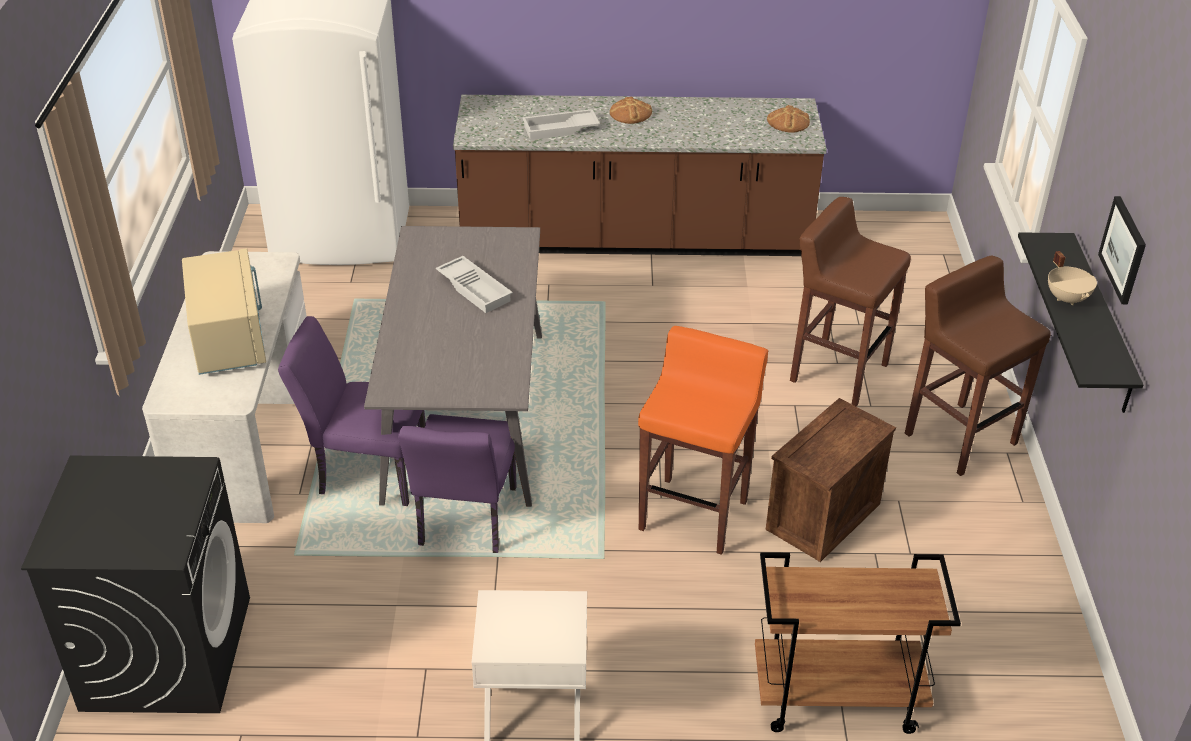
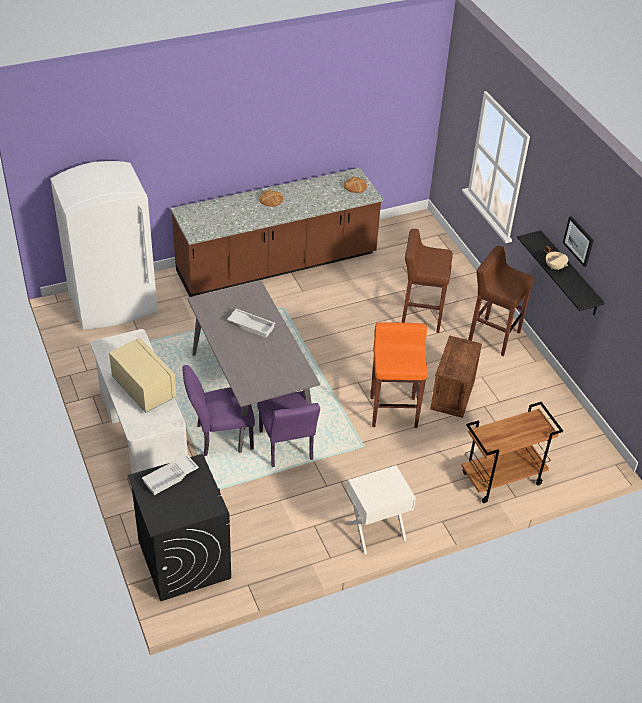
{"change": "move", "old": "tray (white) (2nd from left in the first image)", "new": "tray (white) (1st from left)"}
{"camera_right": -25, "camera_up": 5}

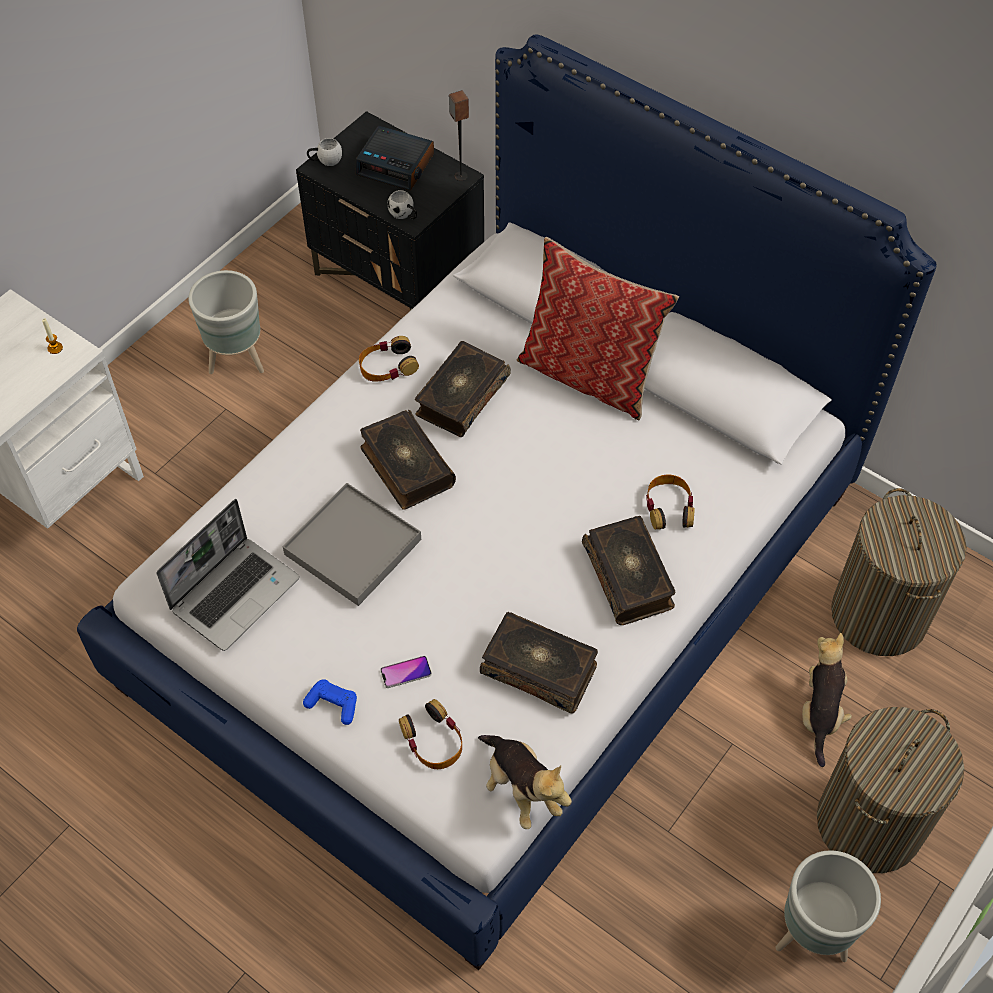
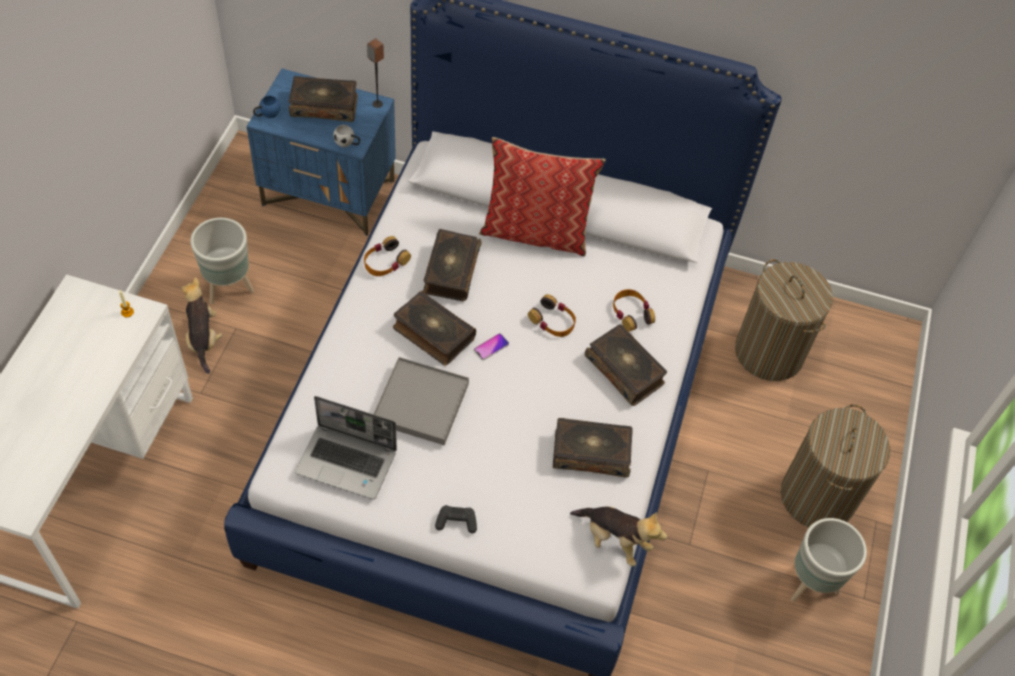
{"change": "move", "old": "phone"}
{"change": "move", "old": "headphones (2nd from left)"}
{"change": "move", "old": "plush toy (2nd from left in the first image)", "new": "plush toy (1st from left)"}
{"change": "replace", "old": "alarm clock", "new": "book (1st from left)"}
{"change": "recolor", "old": "nightstand (black)", "new": "nightstand (blue)"}
{"change": "recolor", "old": "game controller (blue)", "new": "game controller (black)"}
{"change": "recolor", "old": "mug (white) (1st from left)", "new": "mug (blue)"}
{"change": "rotate", "old": "laptop", "degrees": 90}
{"camera_right": -25, "camera_up": 0}

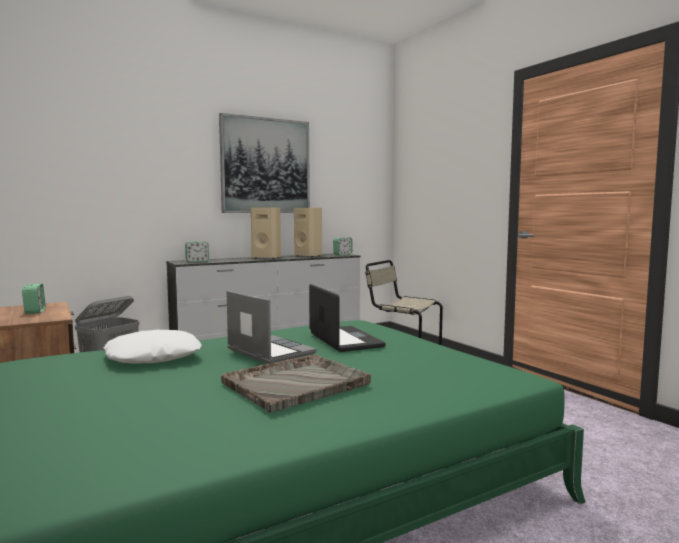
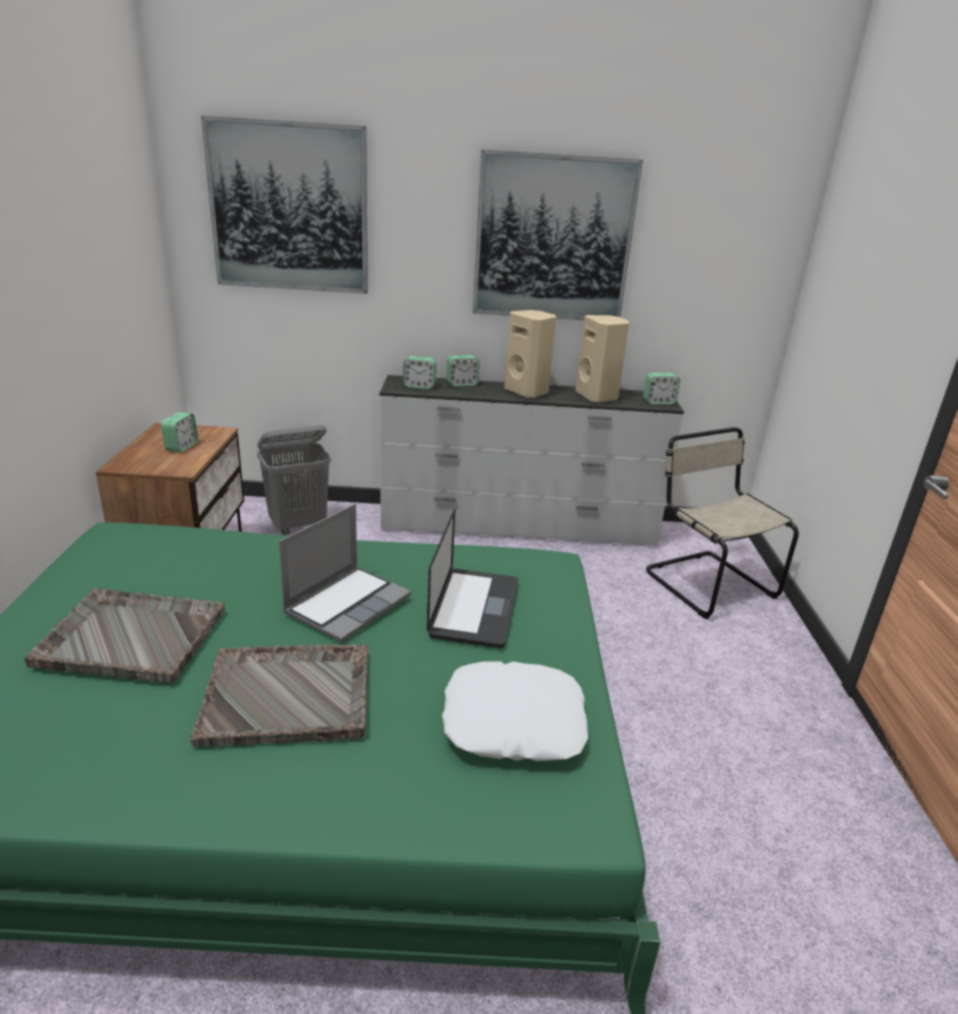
{"change": "insert", "new": "tray (grey) (1st from left)"}
{"change": "insert", "new": "picture (1st from left)"}
{"change": "insert", "new": "alarm clock (3rd from left)"}
{"change": "move", "old": "pillow (white)"}
{"change": "rotate", "old": "laptop (1st from left)", "degrees": 45}
{"camera_right": 30, "camera_up": 20}

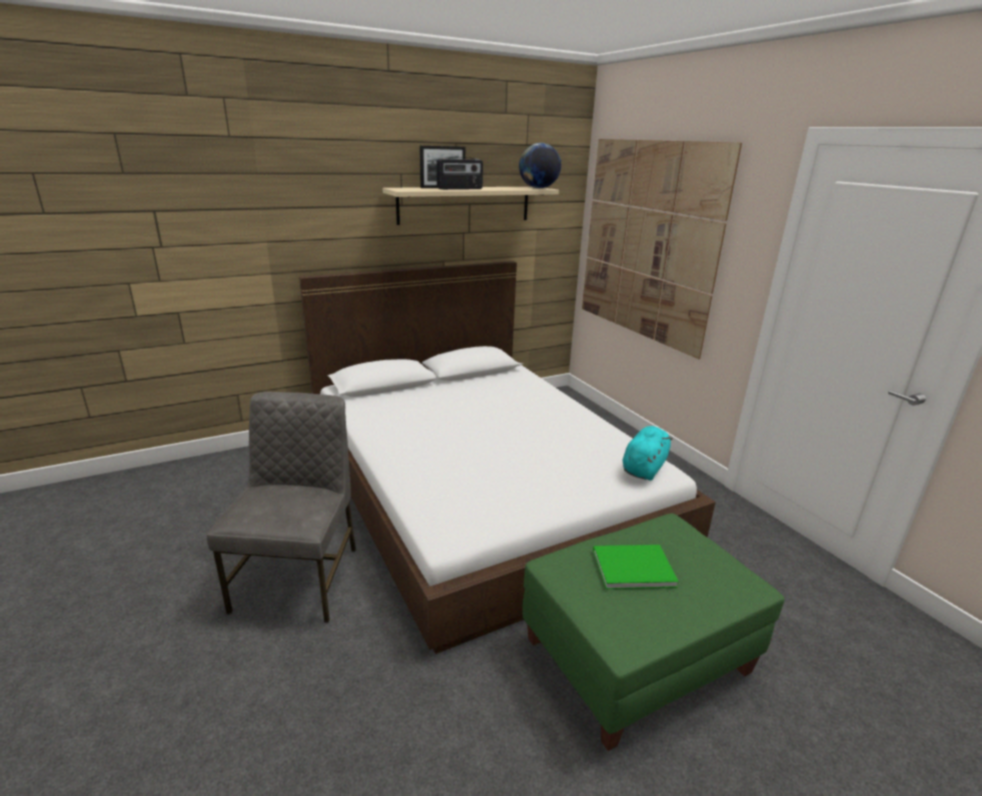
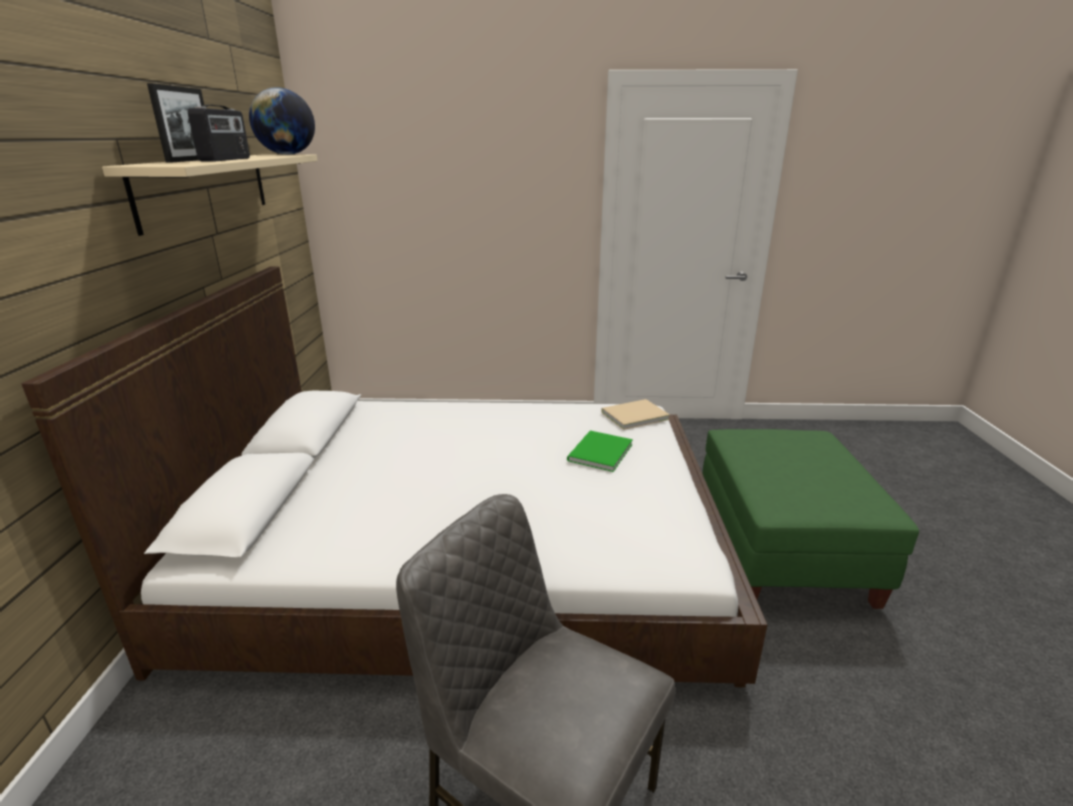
{"change": "delete", "old": "picture"}
{"change": "move", "old": "book (green)"}
{"change": "replace", "old": "plush toy (turquoise)", "new": "book (beige)"}
{"camera_right": -60, "camera_up": 0}

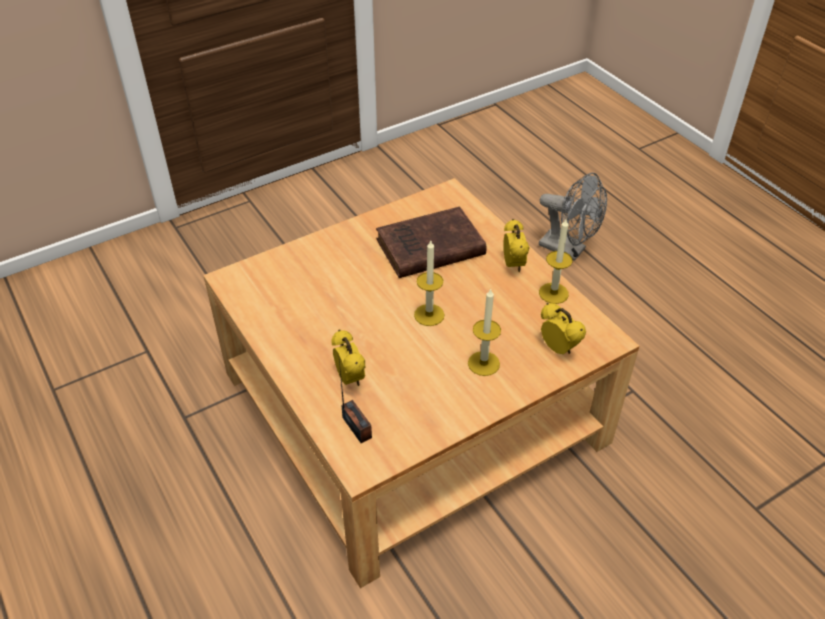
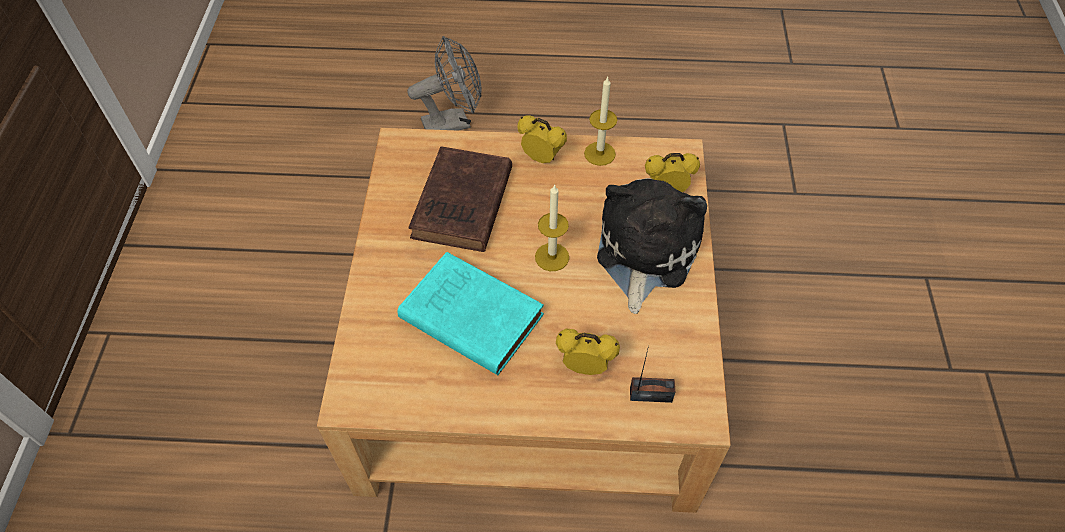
{"change": "insert", "new": "book (turquoise)"}
{"change": "replace", "old": "candle (2nd from left)", "new": "plush toy"}
{"camera_right": -55, "camera_up": 10}

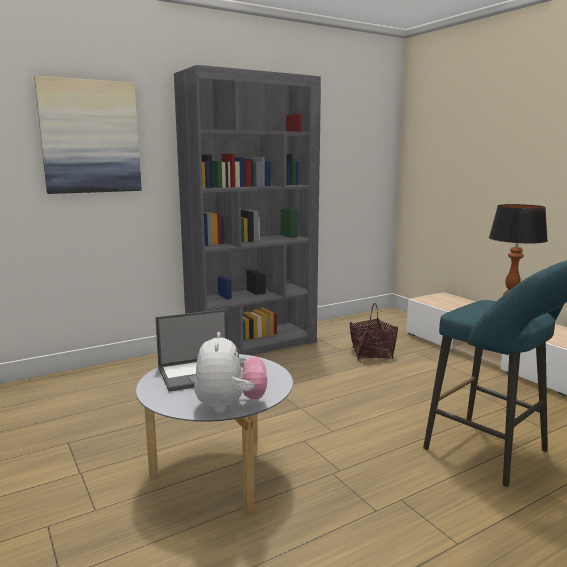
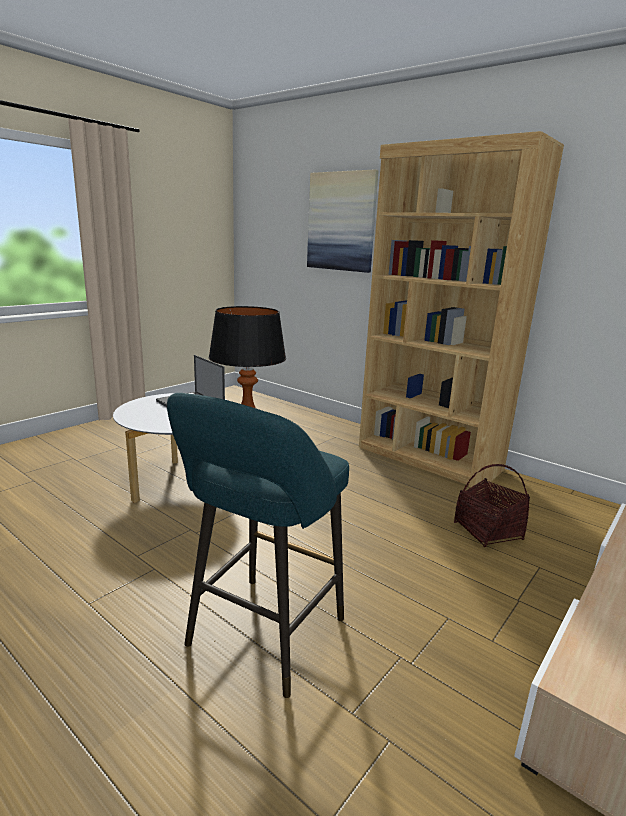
{"change": "delete", "old": "plush toy"}
{"change": "recolor", "old": "bookcase (grey)", "new": "bookcase (brown)"}
{"camera_right": 70, "camera_up": 5}

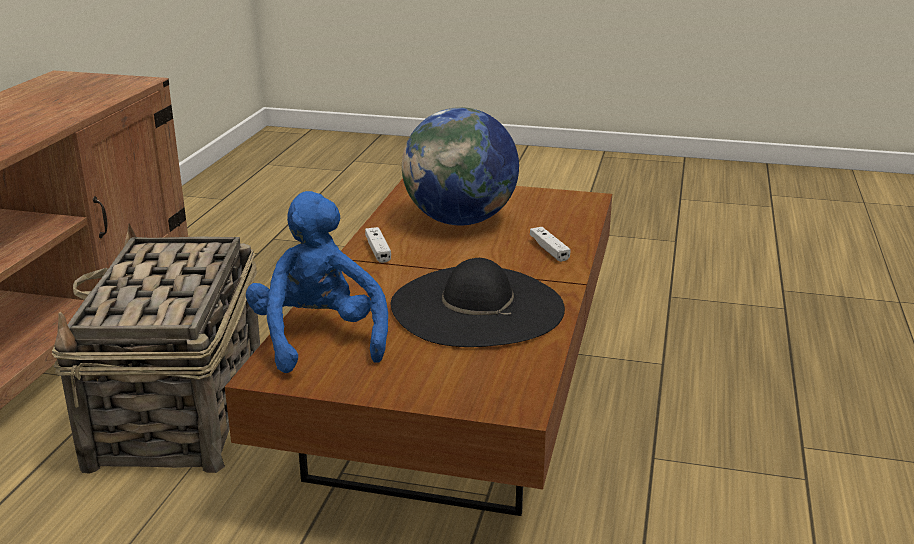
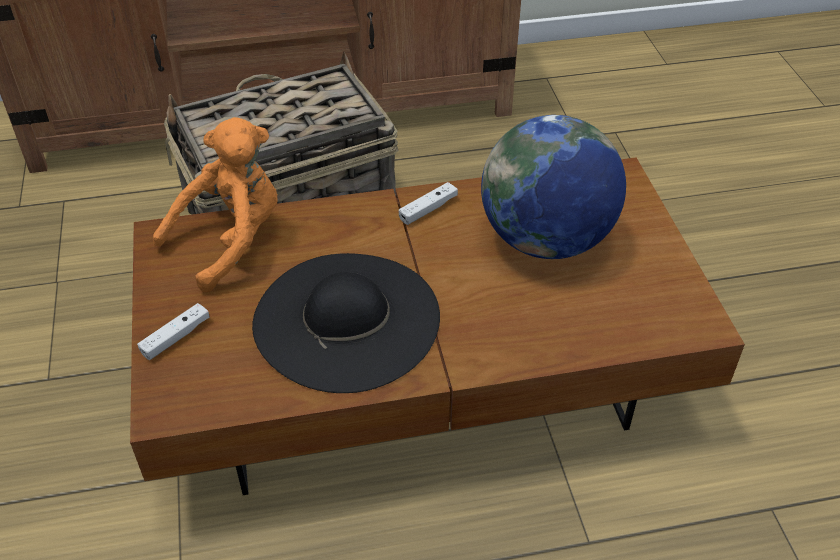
{"change": "move", "old": "game controller (white) (2nd from left in the first image)", "new": "game controller (white) (1st from left)"}
{"change": "recolor", "old": "plush toy (blue)", "new": "plush toy (orange)"}
{"camera_right": 65, "camera_up": 20}

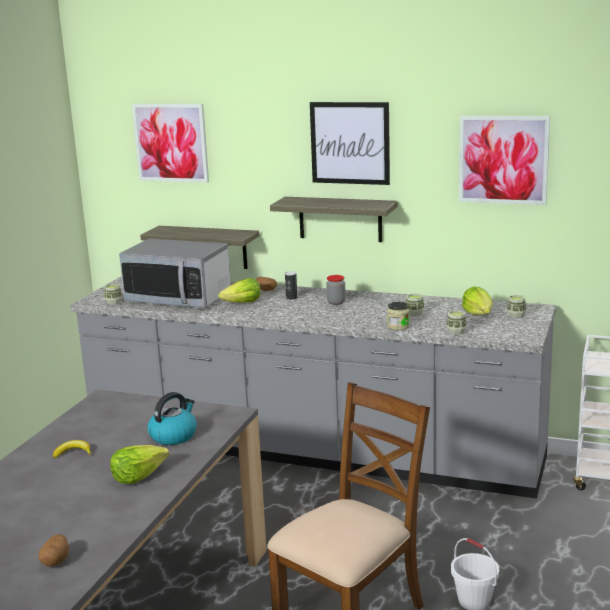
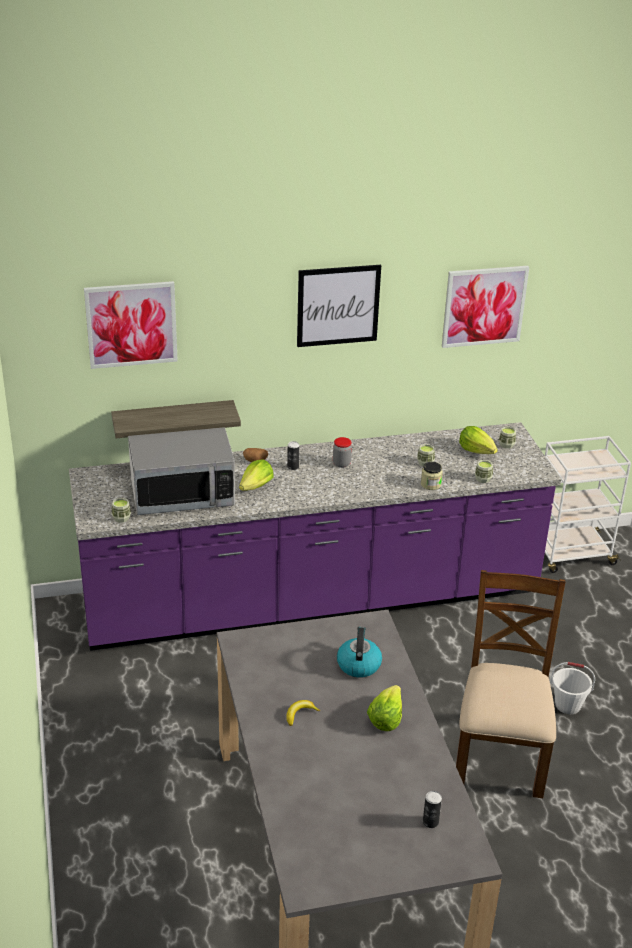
{"change": "delete", "old": "shelf (2nd from left)"}
{"change": "replace", "old": "potato (1st from left)", "new": "can (2nd from left)"}
{"change": "recolor", "old": "counter (grey)", "new": "counter (purple)"}
{"camera_right": -35, "camera_up": 15}

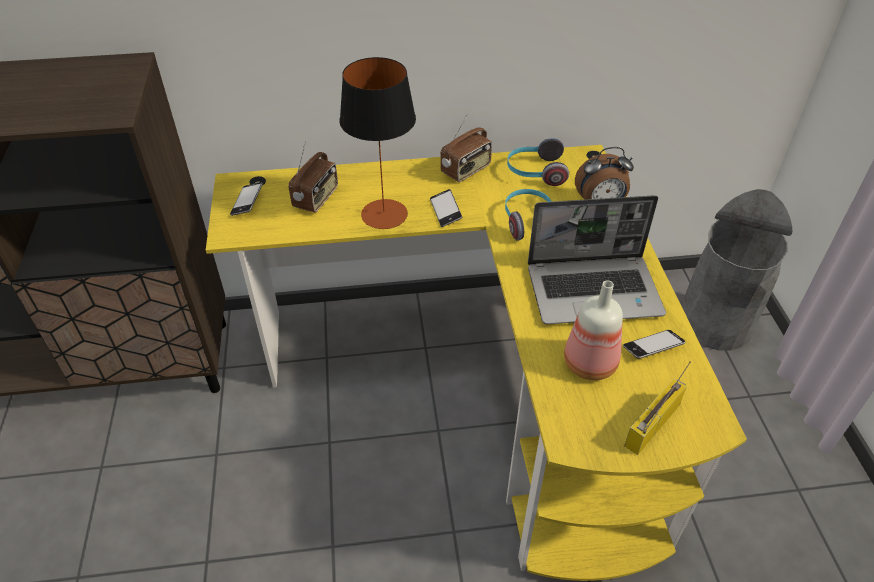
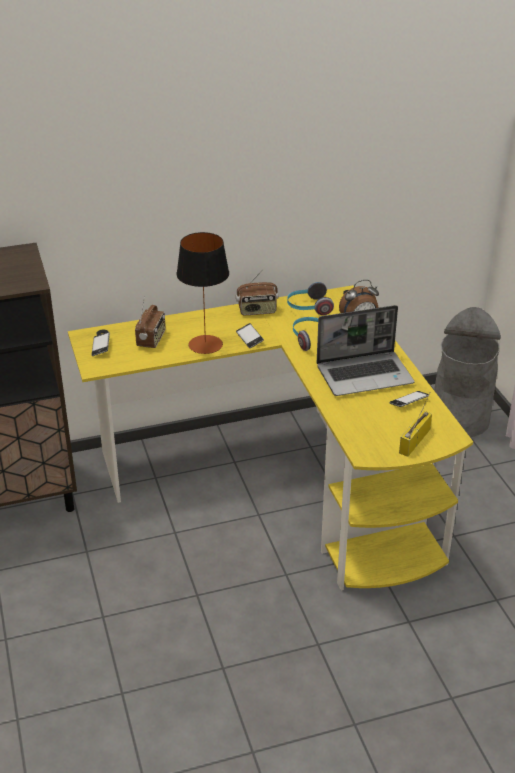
{"change": "delete", "old": "bottle"}
{"change": "rotate", "old": "radio (2nd from left)", "degrees": 45}
{"camera_right": -10, "camera_up": -10}

